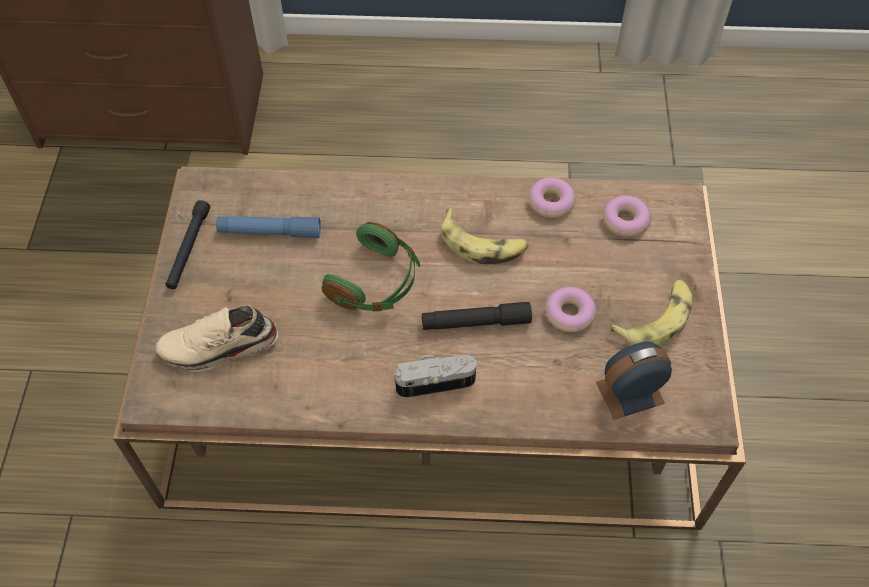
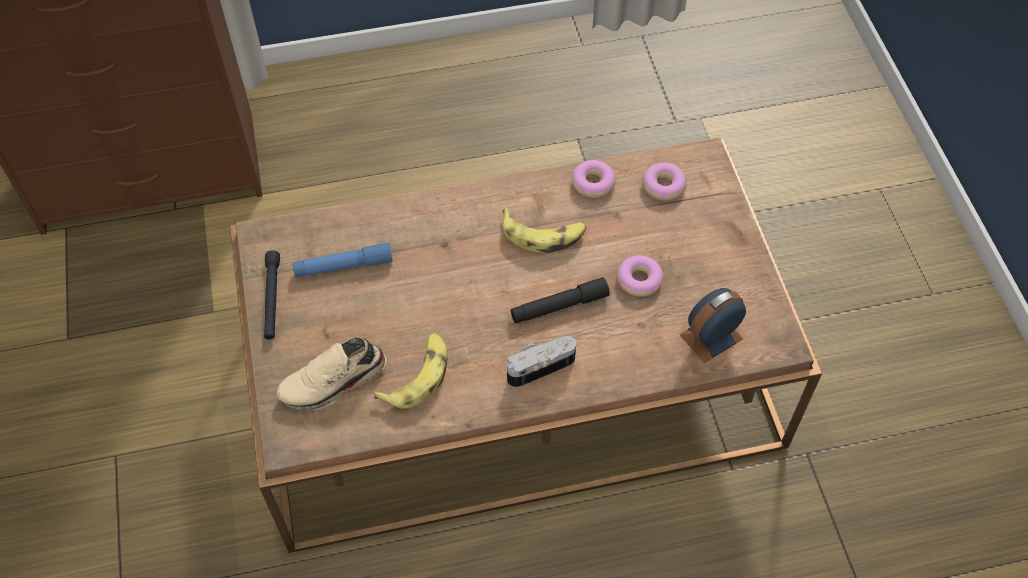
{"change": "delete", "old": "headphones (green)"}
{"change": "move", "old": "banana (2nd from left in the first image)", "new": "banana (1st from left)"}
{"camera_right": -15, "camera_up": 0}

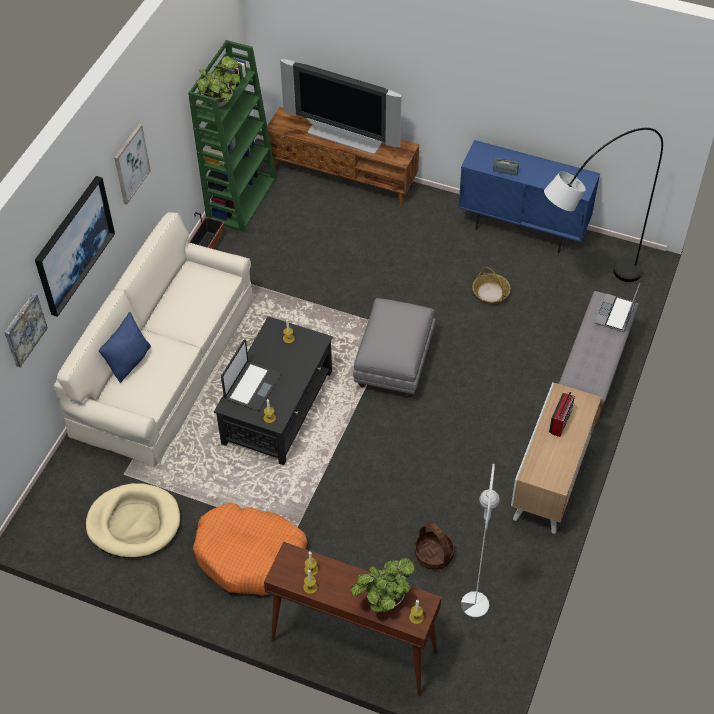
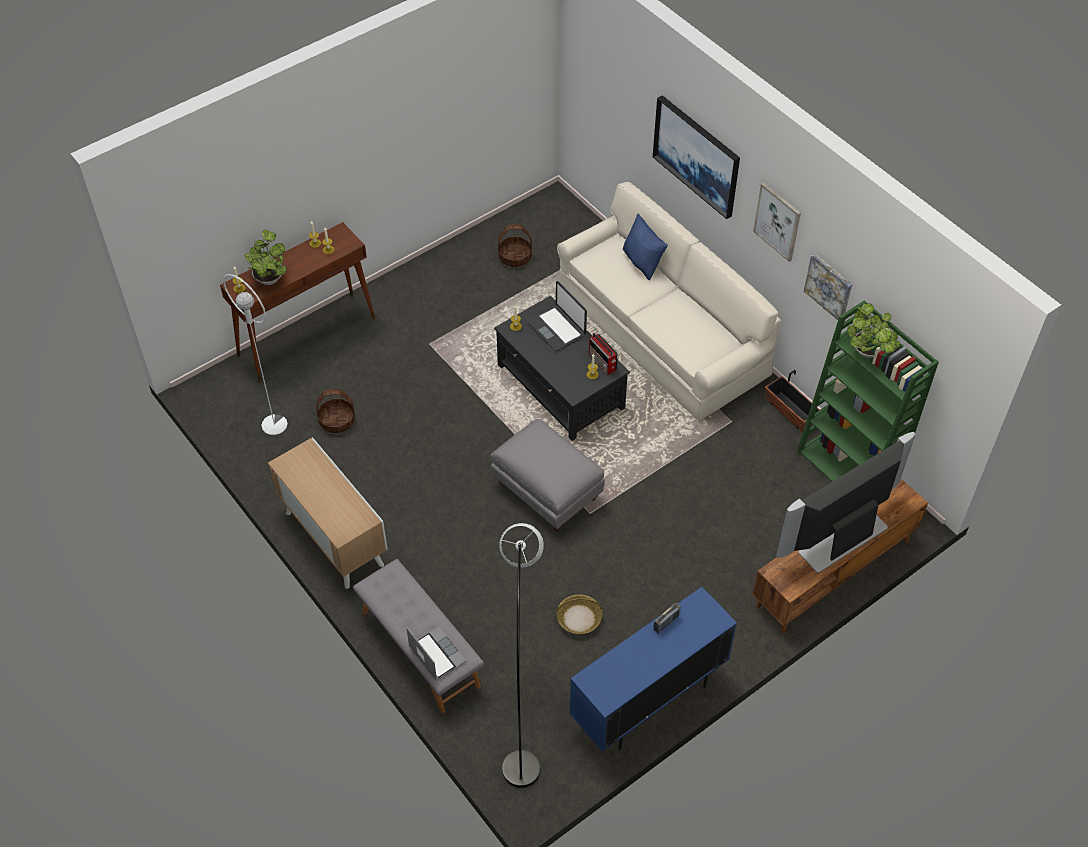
{"change": "delete", "old": "dog bed (orange)"}
{"change": "move", "old": "picture (1st from left in the first image)", "new": "picture (3rd from left)"}
{"change": "move", "old": "radio (2nd from left in the first image)", "new": "radio (1st from left)"}
{"change": "replace", "old": "dog bed (beige)", "new": "basket (2nd from left)"}
{"camera_right": 120, "camera_up": 0}

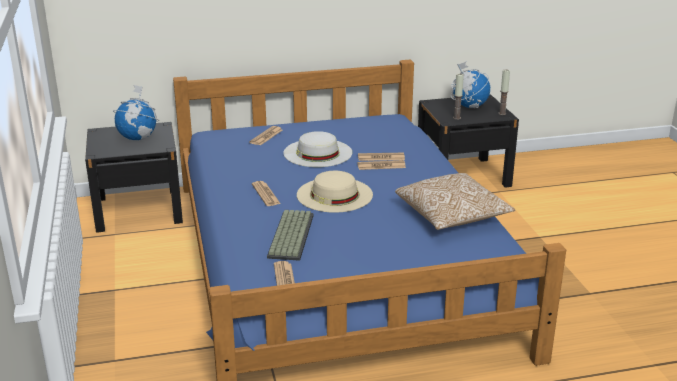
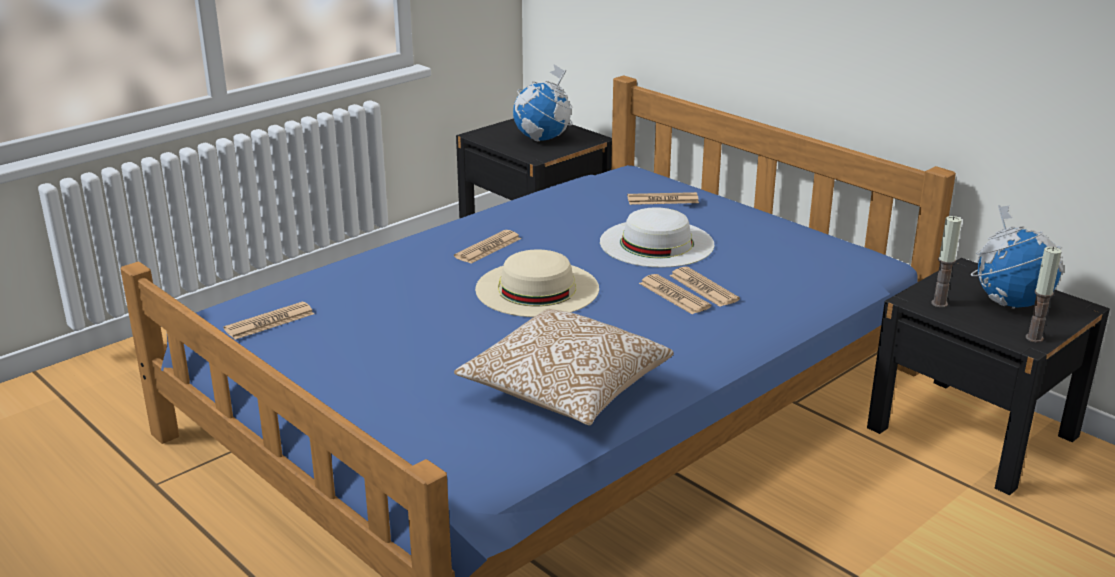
{"change": "delete", "old": "keyboard"}
{"camera_right": 60, "camera_up": 0}

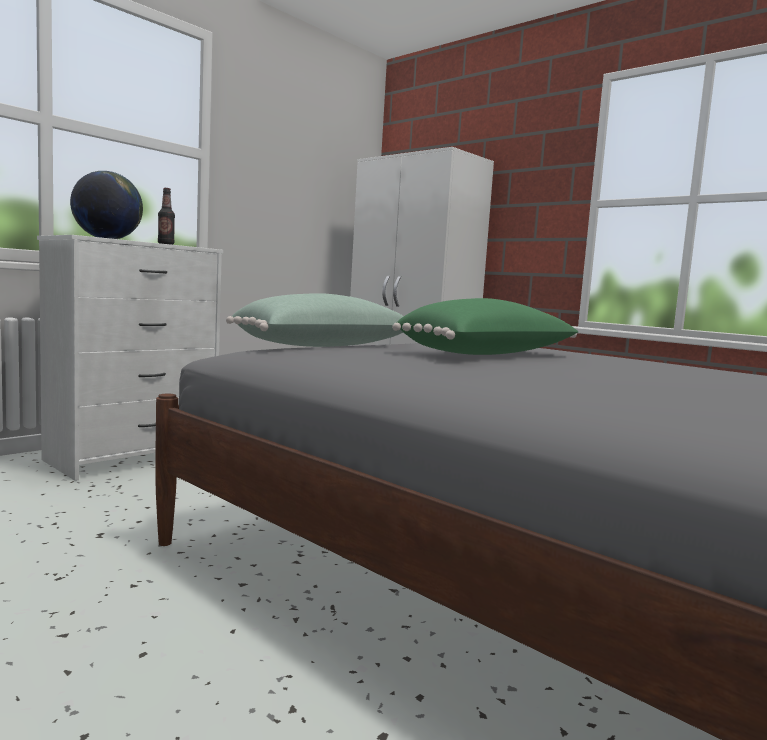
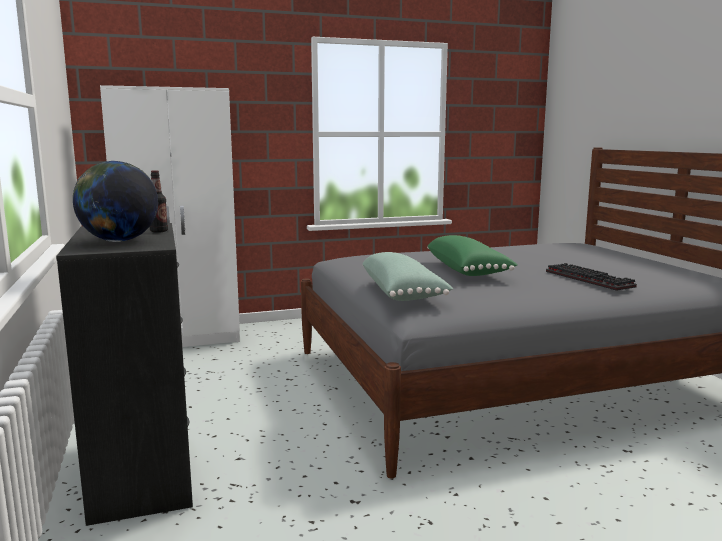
{"change": "insert", "new": "keyboard"}
{"change": "recolor", "old": "dresser (white)", "new": "dresser (black)"}
{"camera_right": -60, "camera_up": 5}

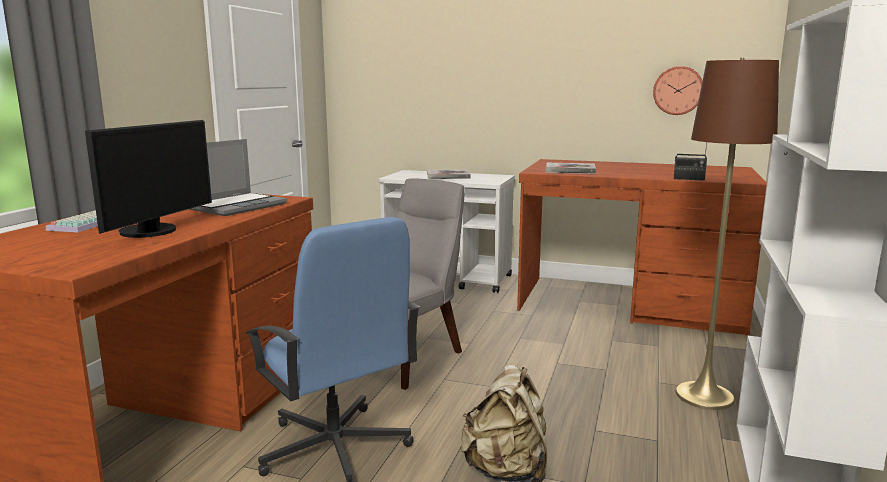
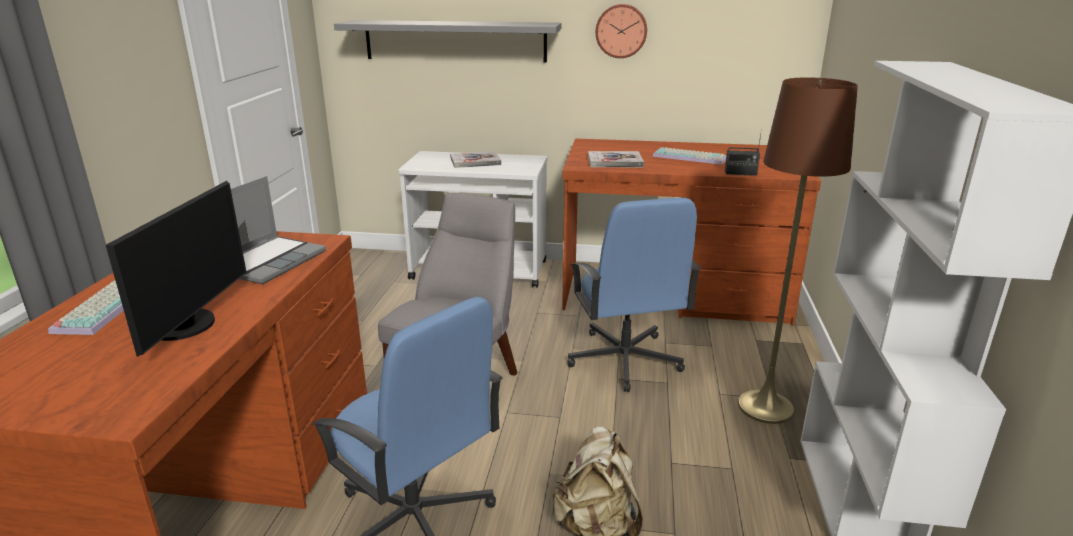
{"change": "insert", "new": "shelf (grey)"}
{"change": "insert", "new": "office chair (blue) (2nd from left)"}
{"change": "insert", "new": "keyboard (2nd from left)"}
{"change": "move", "old": "wall clock"}
{"camera_right": -10, "camera_up": 10}

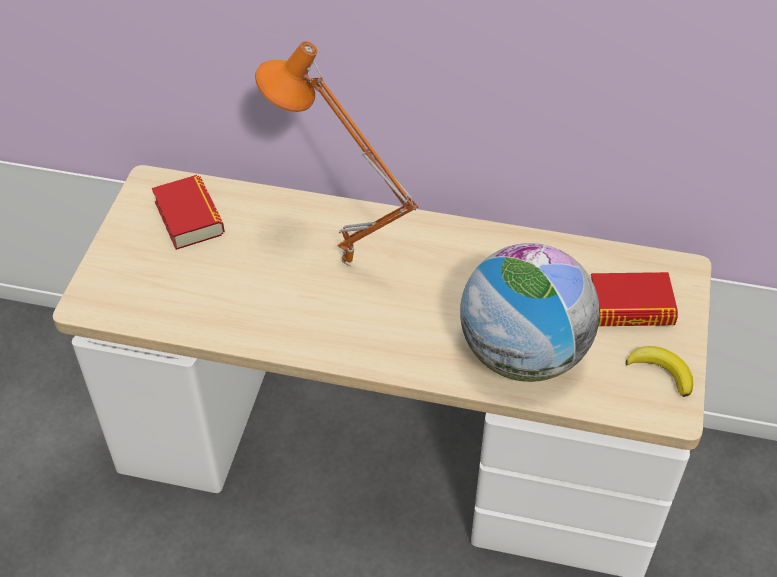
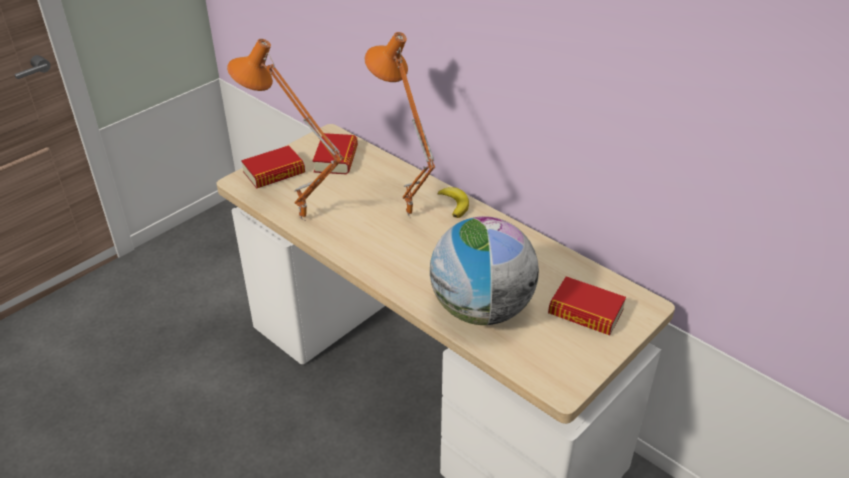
{"change": "insert", "new": "table lamp (orange) (1st from left)"}
{"change": "insert", "new": "book (1st from left)"}
{"change": "move", "old": "banana"}
{"camera_right": 30, "camera_up": -10}

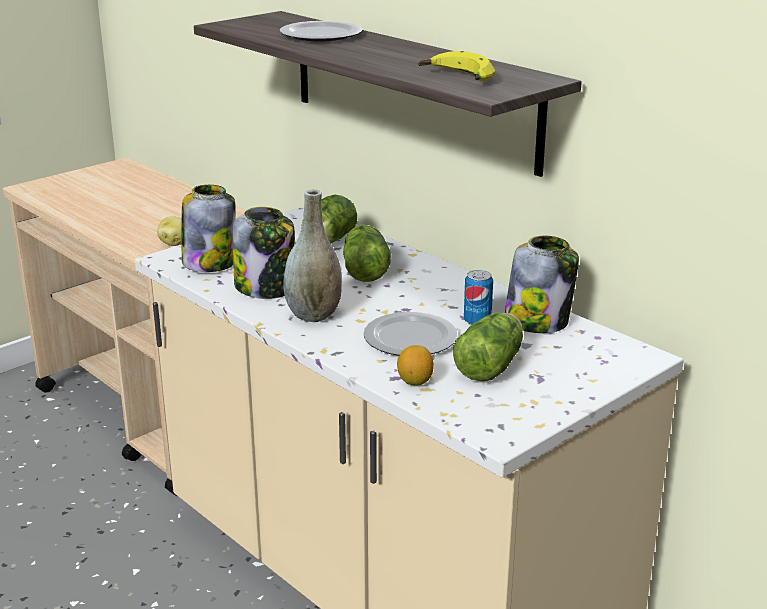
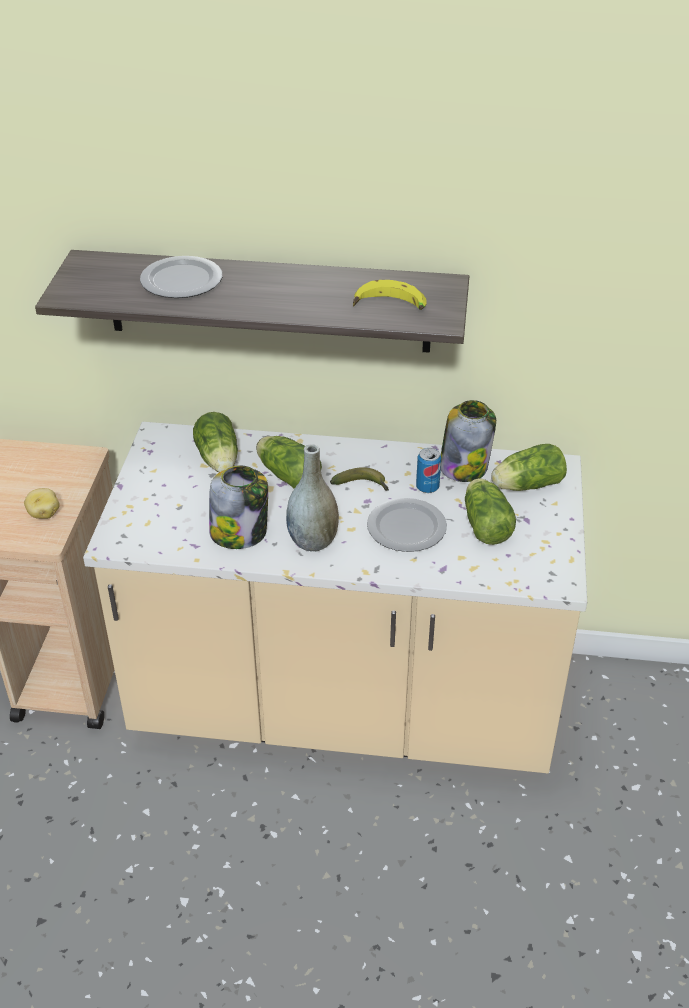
{"change": "delete", "old": "jar (1st from left)"}
{"change": "delete", "old": "lemon"}
{"change": "insert", "new": "banana (1st from left)"}
{"change": "insert", "new": "lettuce (4th from left)"}
{"camera_right": -40, "camera_up": 15}

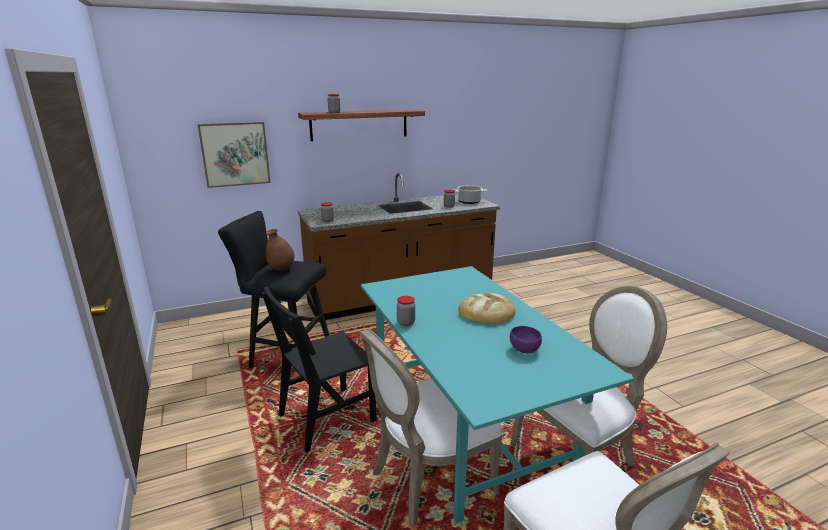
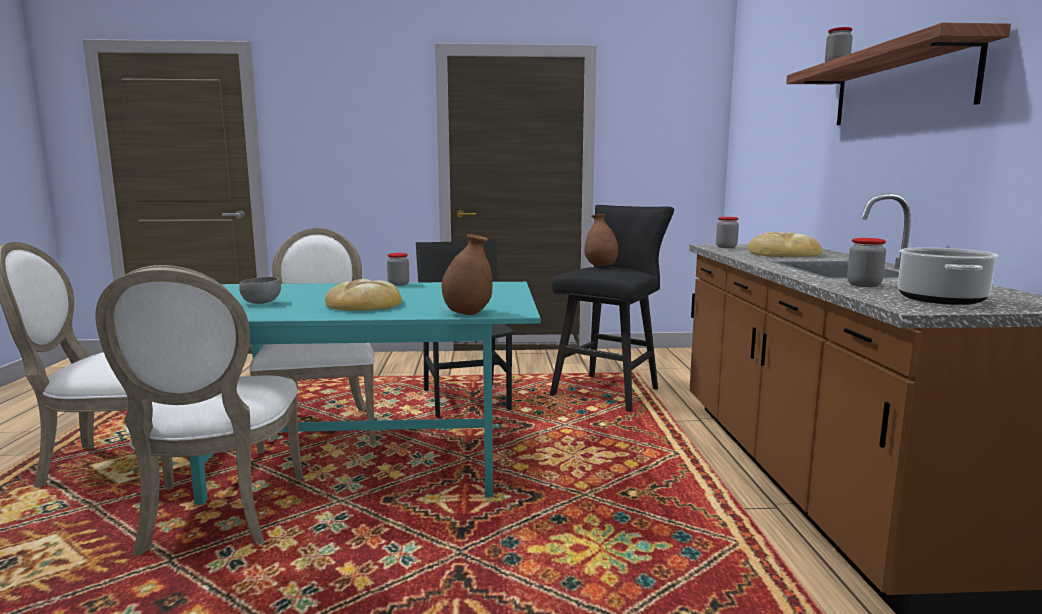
{"change": "delete", "old": "picture"}
{"change": "insert", "new": "vase (brown) (1st from left)"}
{"change": "insert", "new": "bread (2nd from left)"}
{"change": "recolor", "old": "bowl (purple)", "new": "bowl (grey)"}
{"camera_right": 110, "camera_up": -10}

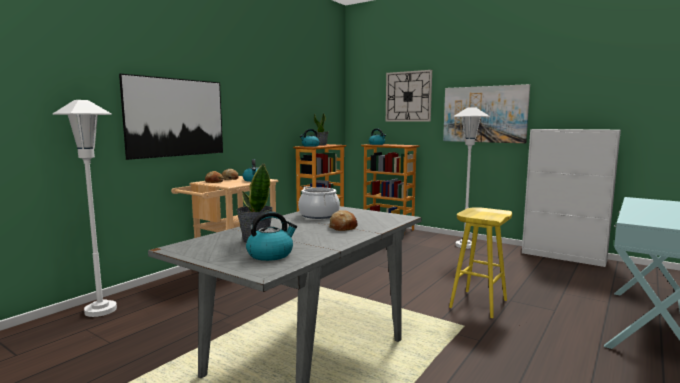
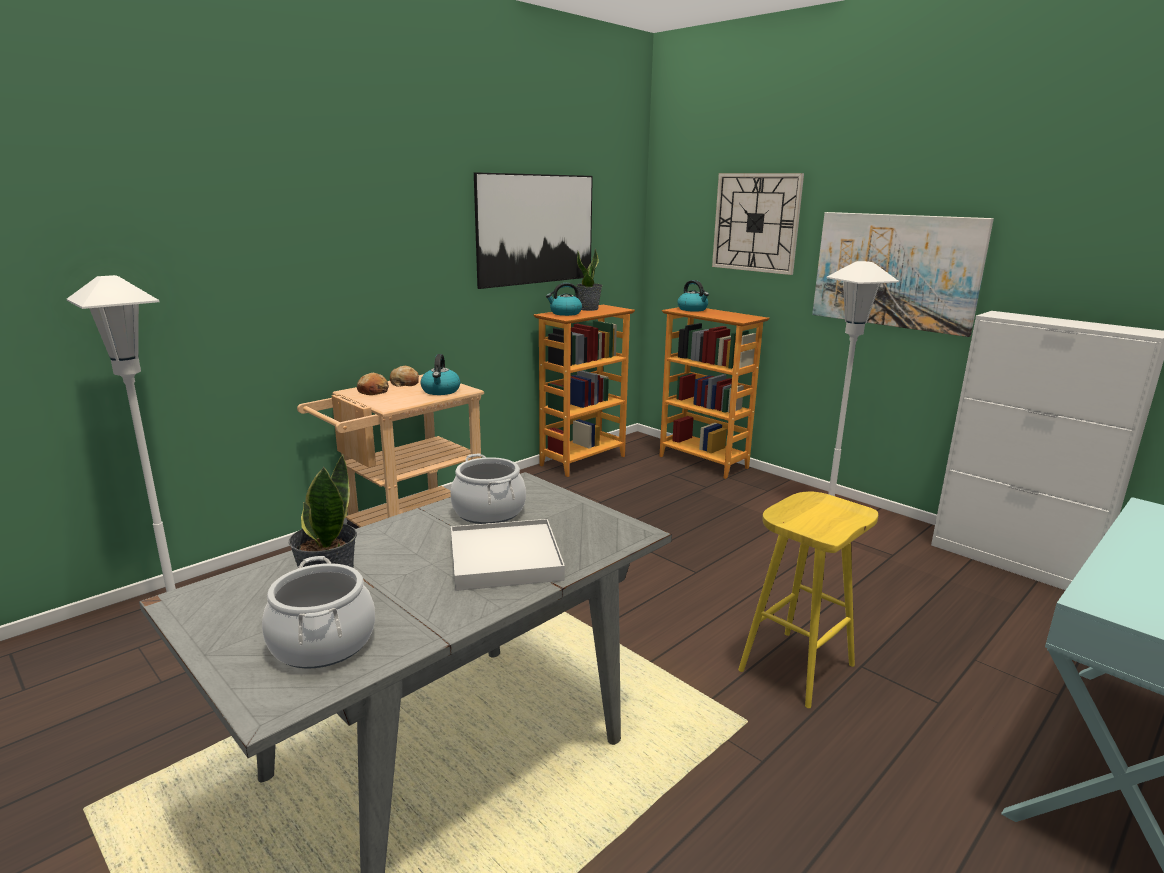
{"change": "move", "old": "picture (1st from left)"}
{"change": "replace", "old": "kettle (2nd from left)", "new": "cooking pot (1st from left)"}
{"change": "replace", "old": "bread (3rd from left)", "new": "tray (white)"}
{"camera_right": 10, "camera_up": 10}

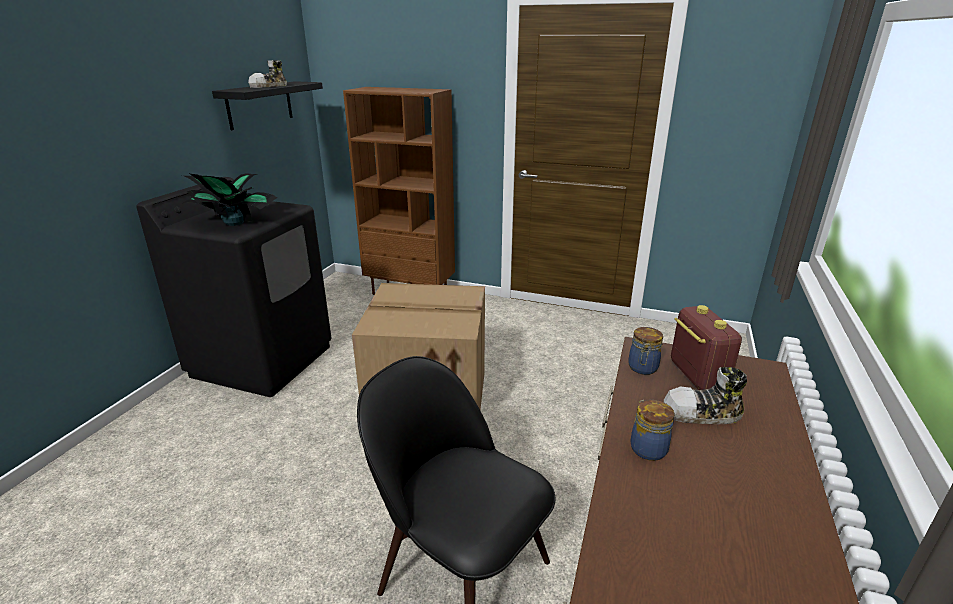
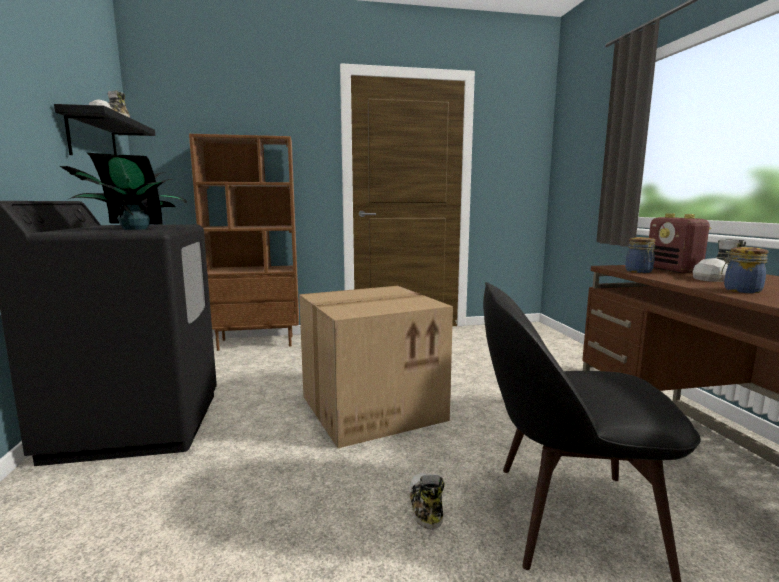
{"change": "insert", "new": "shoe (2nd from left)"}
{"change": "rotate", "old": "radio", "degrees": -150}
{"camera_right": -30, "camera_up": -15}

